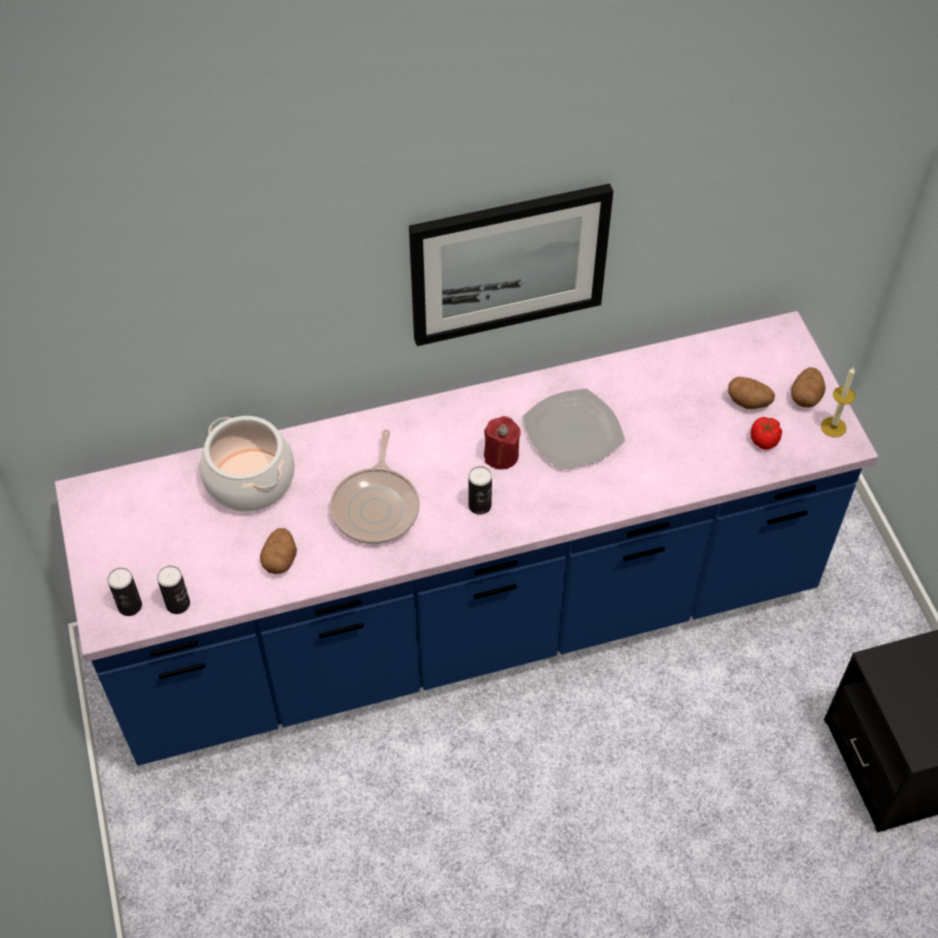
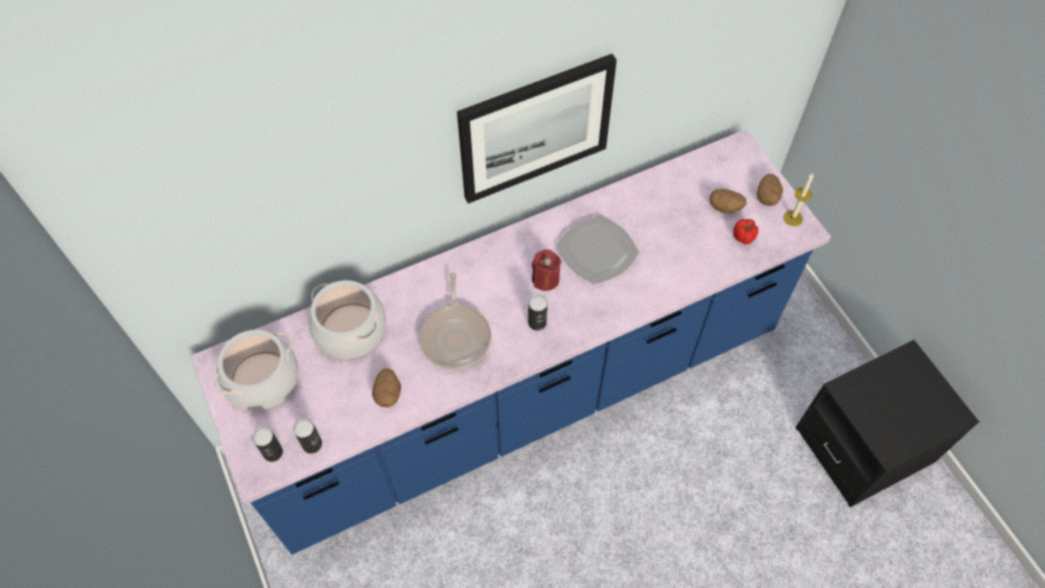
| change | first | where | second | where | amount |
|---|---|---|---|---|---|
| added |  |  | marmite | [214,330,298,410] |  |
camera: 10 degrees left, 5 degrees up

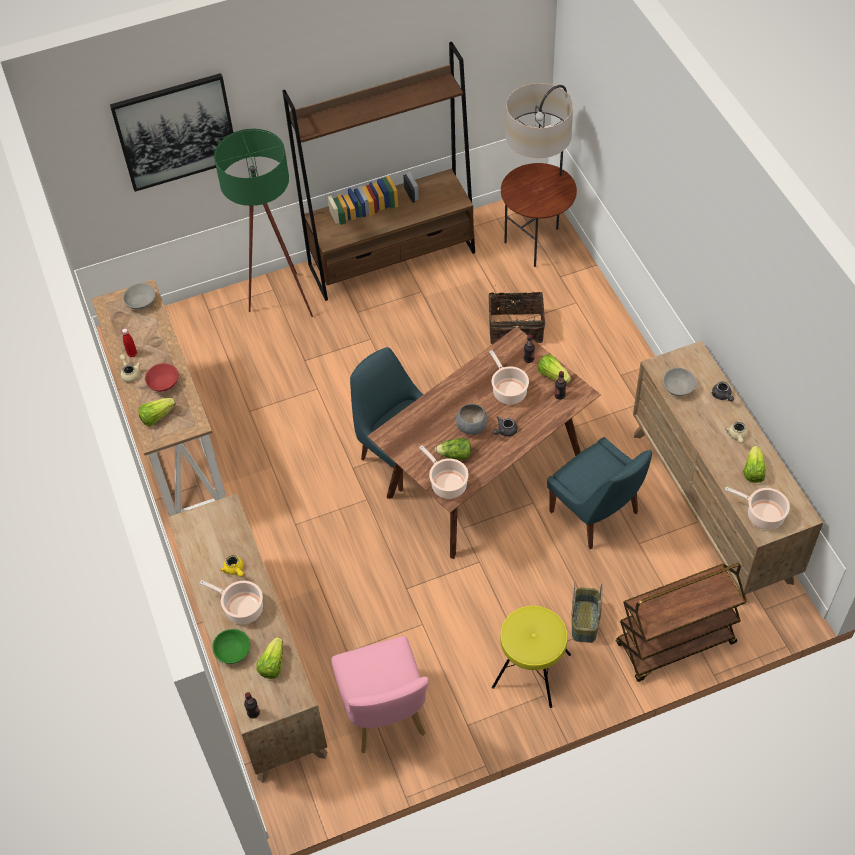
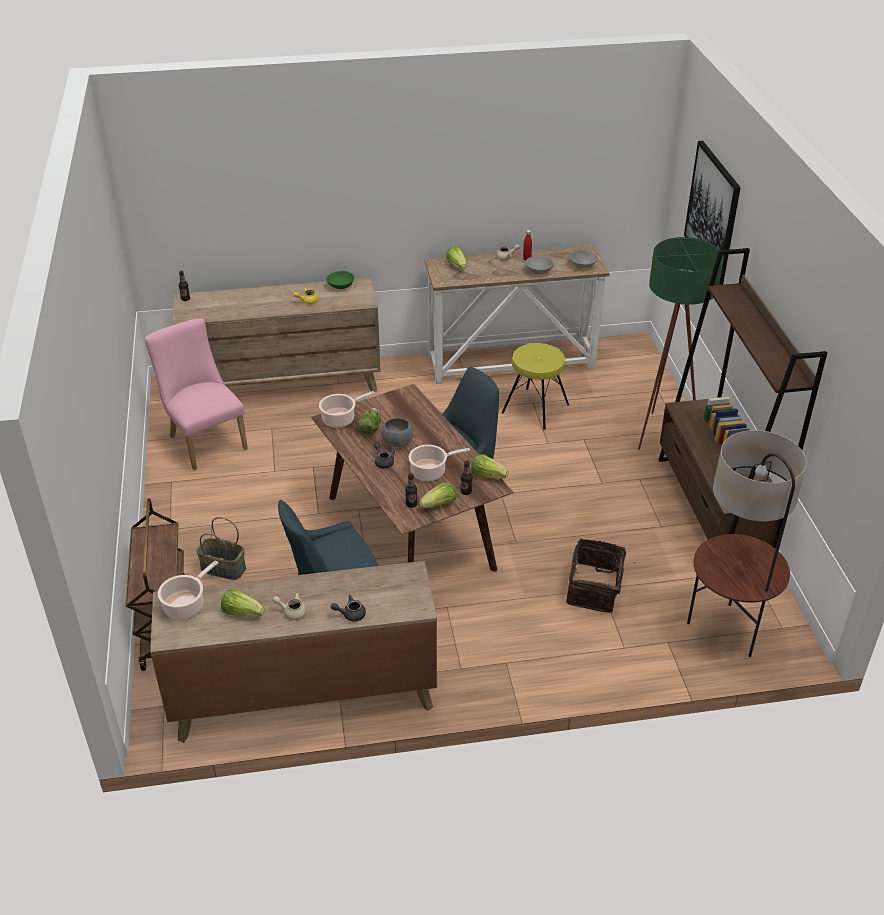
| change | first | where | second | where | amount |
|---|---|---|---|---|---|
| turned | chaise (rose) | [331,636,429,753] |  | [145,318,248,470] | 60 degrees clockwise |
| moved | bol (vert) | [212,629,250,664] |  | [326,271,354,289] |  |
| moved | laitue | [256,637,283,679] |  | [471,454,509,479] |  |
| moved | tabouret (jaune) | [492,606,571,708] |  | [502,343,569,430] |  |
| moved | bol (gris) | [663,368,697,396] |  | [525,256,554,274] |  |
| removed | bol (rouge) | [145,363,179,392] |  |  |  |
| removed | marmite | [200,580,263,624] |  |  |  |
camera: 100 degrees right, 15 degrees down

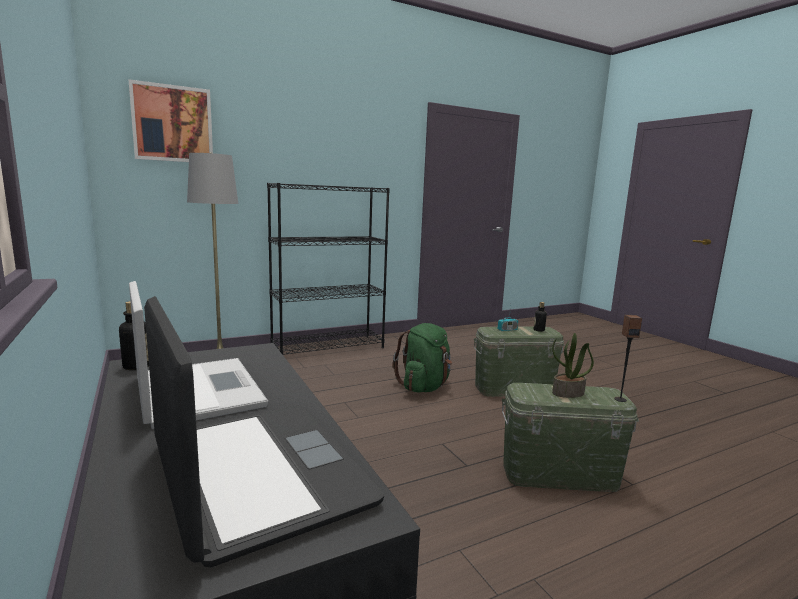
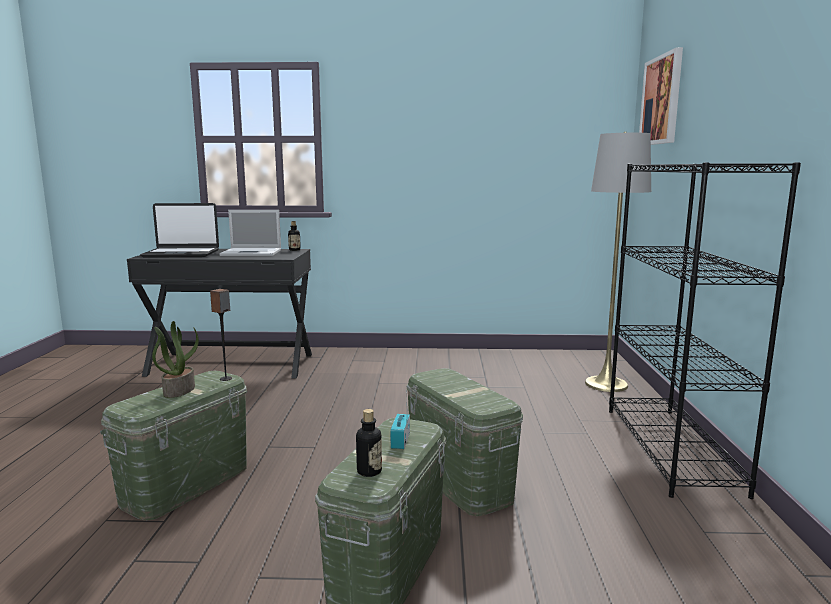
| change | first | where | second | where | amount |
|---|---|---|---|---|---|
| moved | enceinte | [614,315,642,402] |  | [210,289,232,381] |  |
| replaced | sac à dos (vert) | [392,323,453,393] | boîte de rangement (vert) | [407,368,523,517] |  |
camera: 120 degrees right, 0 degrees up

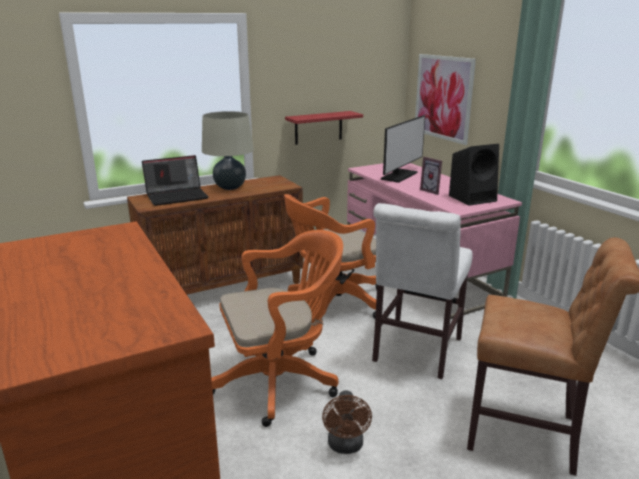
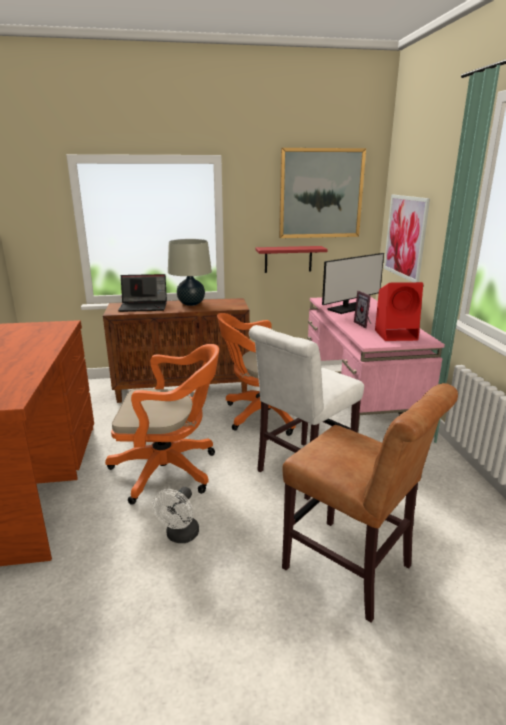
| change | first | where | second | where | amount |
|---|---|---|---|---|---|
| recoloured | ventilateur (marron) | [322,390,372,454] | ventilateur (blanc) | [152,487,199,543] |  |
| added |  |  | tableau | [279,148,366,238] |  |
| recoloured | enceinte (noir) | [449,144,499,206] | enceinte (rouge) | [375,282,423,341] |  |
camera: 20 degrees right, 0 degrees up

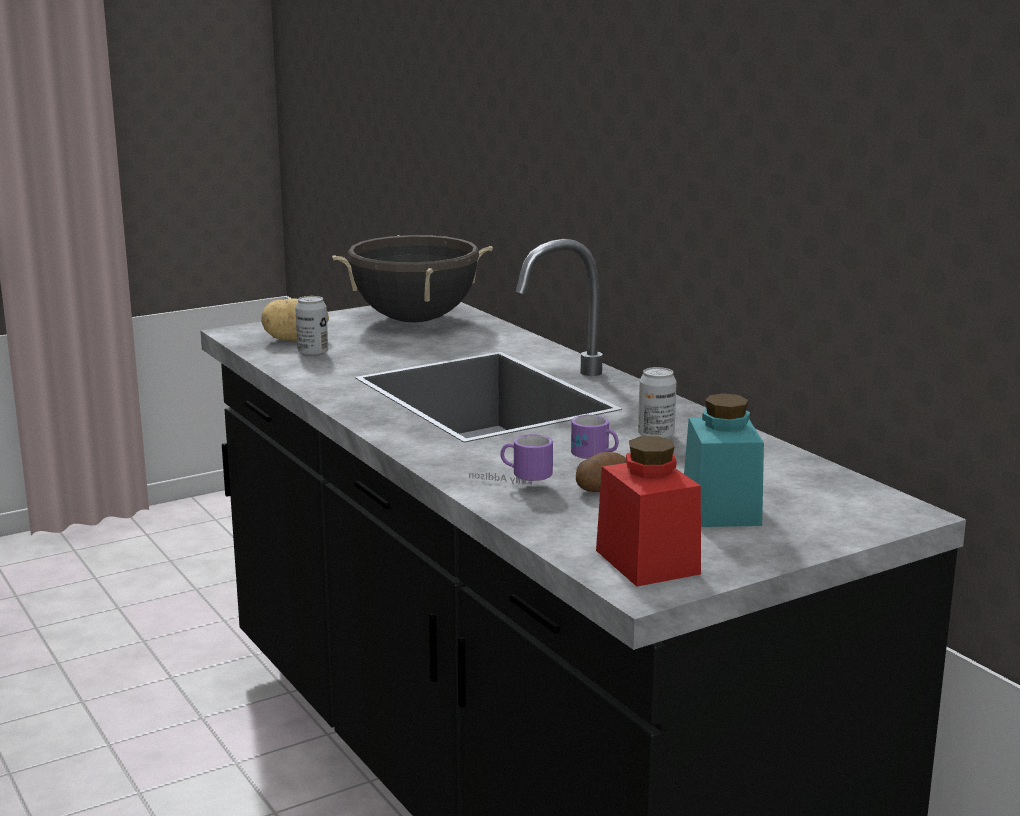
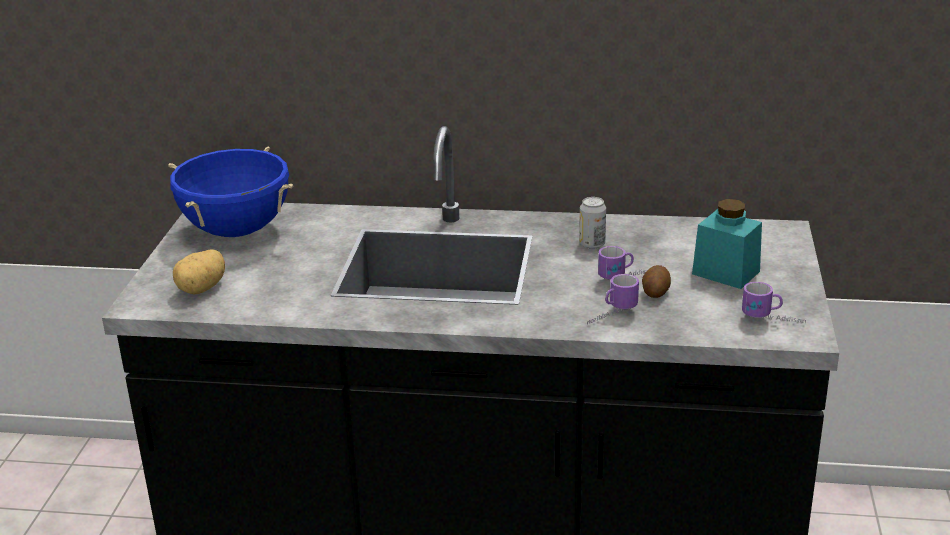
| change | first | where | second | where | amount |
|---|---|---|---|---|---|
| recoloured | marmite (noir) | [332,235,493,322] | marmite (bleu) | [168,147,293,237] |  |
| replaced | bocal (rouge) | [596,436,701,587] | mug | [742,282,806,323] |  |
| removed | boîte métallique | [295,296,328,357] |  |  |  |
camera: 50 degrees left, 10 degrees up

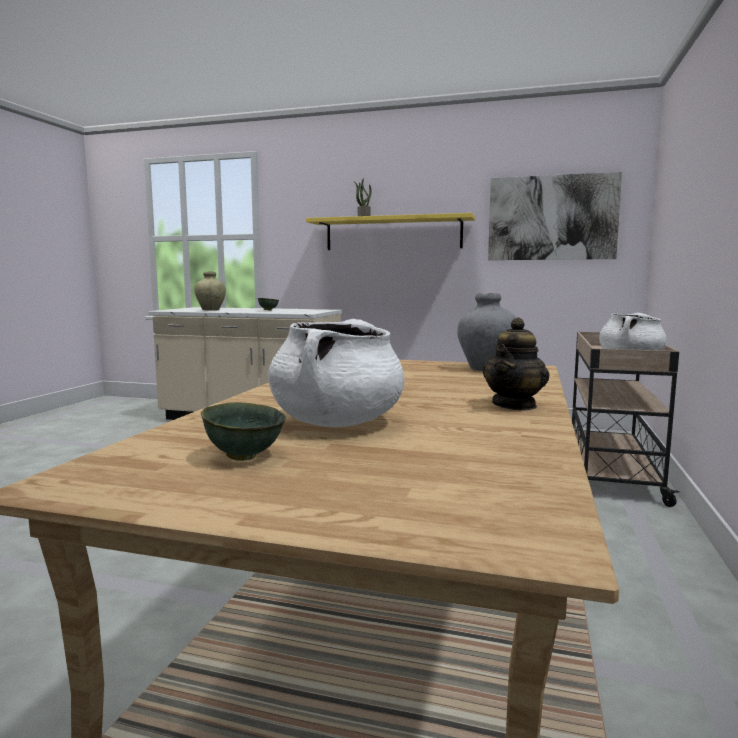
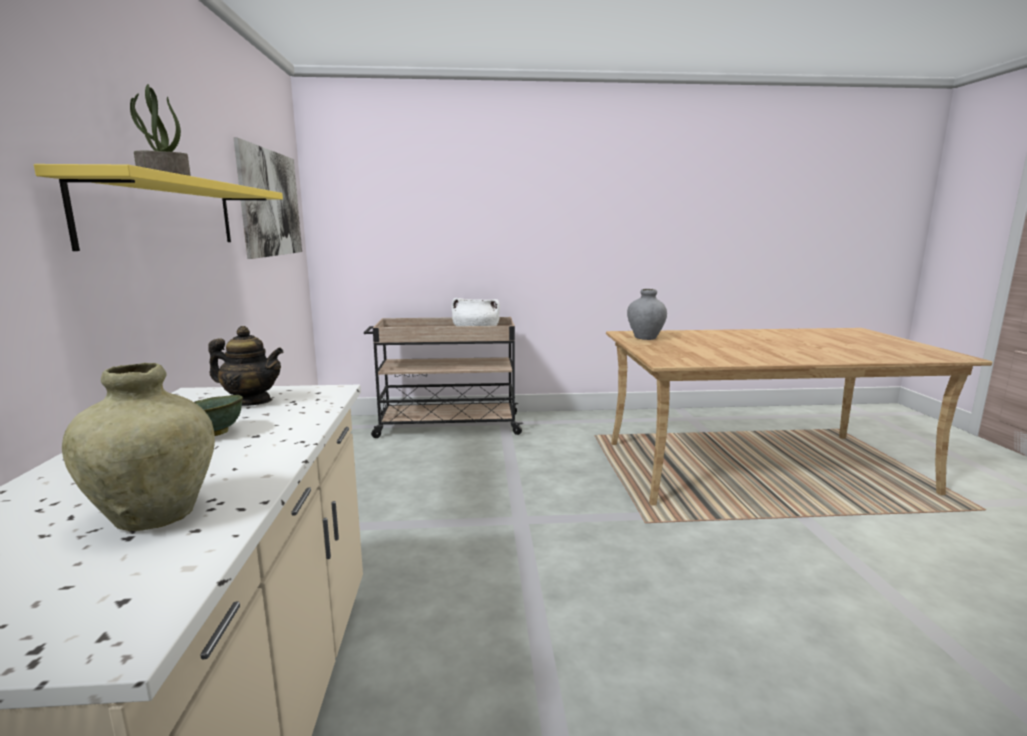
| change | first | where | second | where | amount |
|---|---|---|---|---|---|
| moved | théière | [483,318,549,411] |  | [208,326,283,406] |  |
| removed | bol (vert) | [201,402,286,461] |  |  |  |
| removed | marmite (blanc) | [268,319,404,427] |  |  |  |
camera: 110 degrees left, 5 degrees up

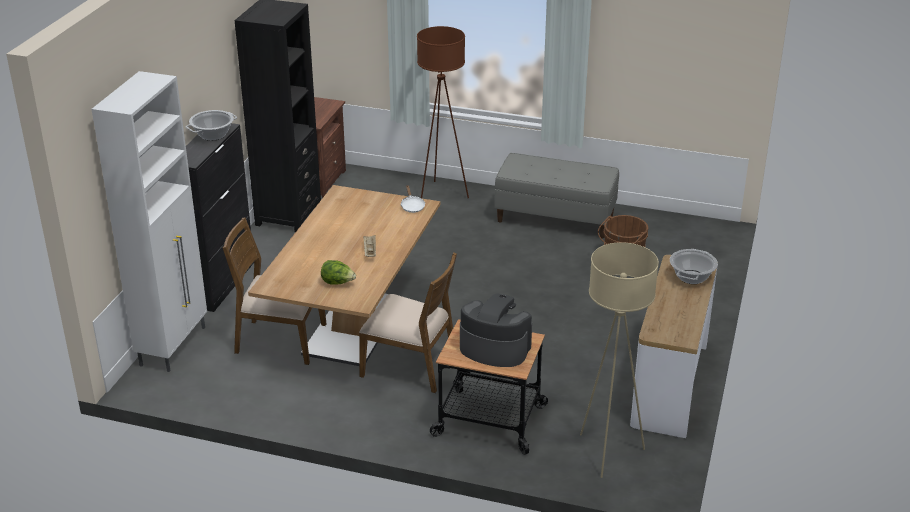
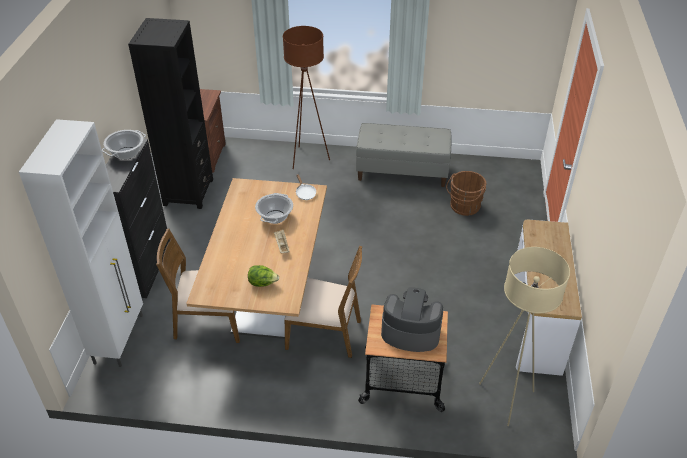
| change | first | where | second | where | amount |
|---|---|---|---|---|---|
| moved | marmite | [670,249,718,284] |  | [255,193,293,224] |  |
camera: 10 degrees left, 10 degrees up

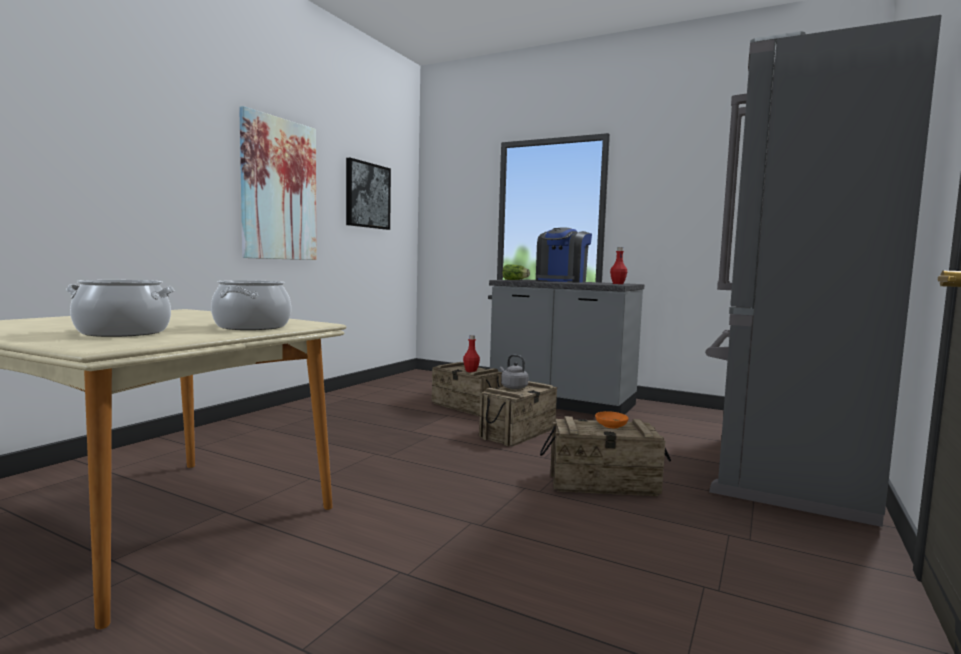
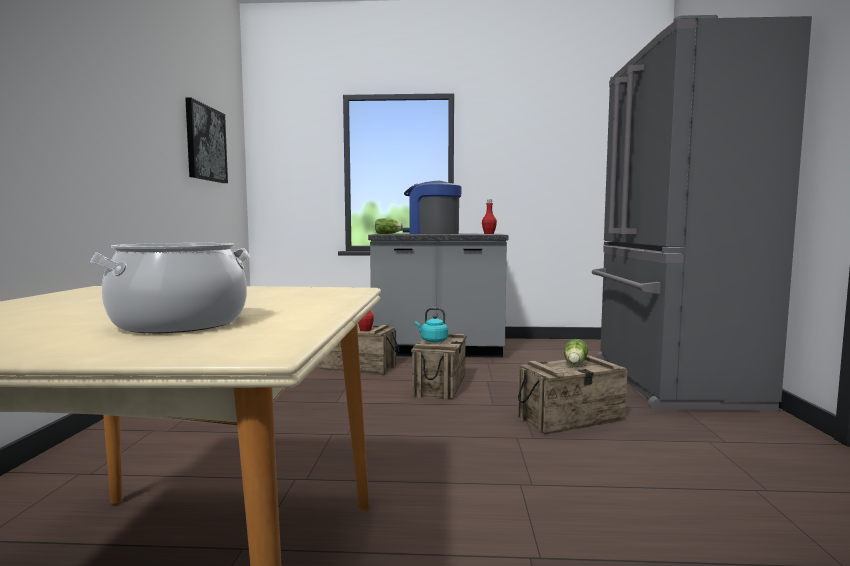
| change | first | where | second | where | amount |
|---|---|---|---|---|---|
| turned | machine à café | [536,228,592,283] |  | [401,181,462,234] | 120 degrees clockwise |
| recoloured | bouilloire (gris) | [500,355,528,389] | bouilloire (turquoise) | [415,308,448,343] |  |
| replaced | bol (orange) | [595,411,629,428] | laitue | [564,339,588,365] |  |
| removed | marmite | [211,280,291,330] |  |  |  |
| removed | tableau | [239,106,316,260] |  |  |  |
camera: 25 degrees left, 0 degrees up

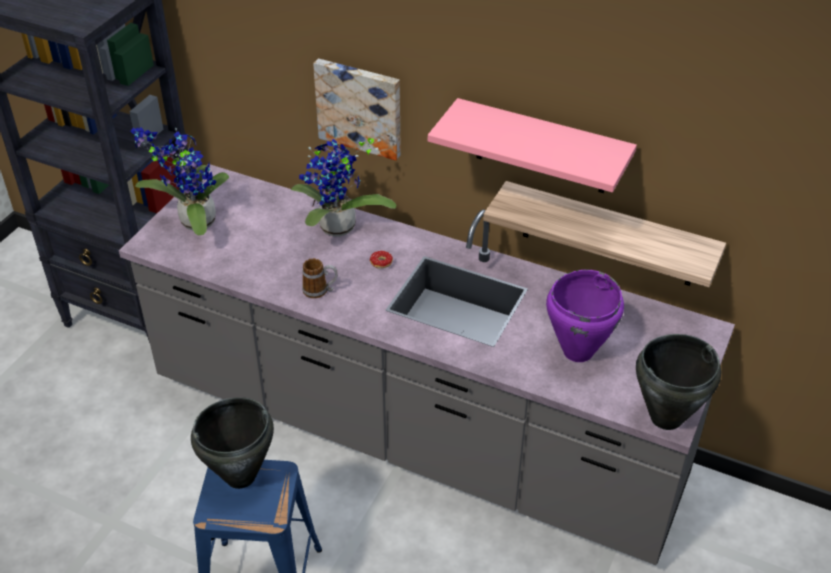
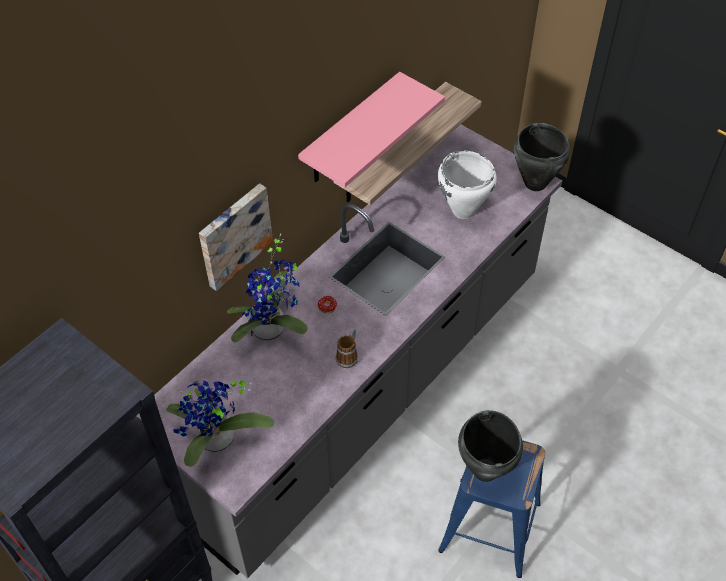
| change | first | where | second | where | amount |
|---|---|---|---|---|---|
| recoloured | marmite (violet) | [546,269,624,362] | marmite (blanc) | [438,151,497,219] |  |
camera: 75 degrees left, 10 degrees up

